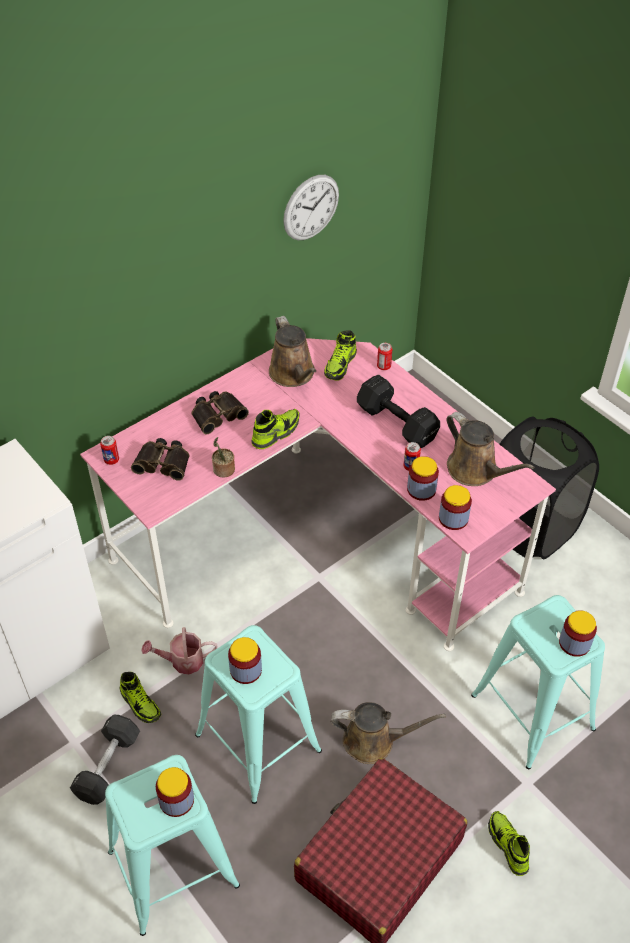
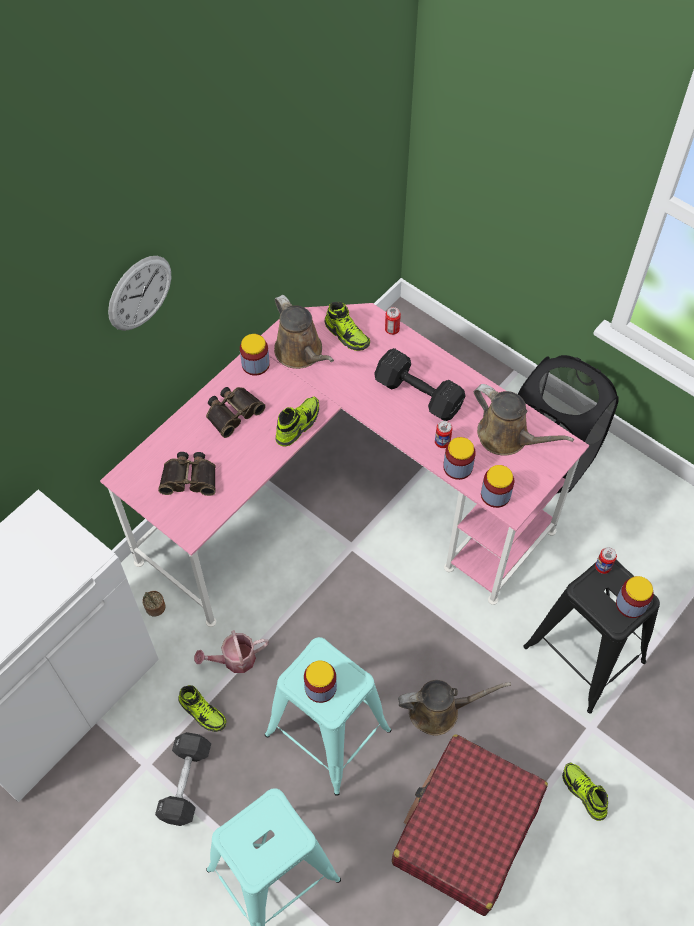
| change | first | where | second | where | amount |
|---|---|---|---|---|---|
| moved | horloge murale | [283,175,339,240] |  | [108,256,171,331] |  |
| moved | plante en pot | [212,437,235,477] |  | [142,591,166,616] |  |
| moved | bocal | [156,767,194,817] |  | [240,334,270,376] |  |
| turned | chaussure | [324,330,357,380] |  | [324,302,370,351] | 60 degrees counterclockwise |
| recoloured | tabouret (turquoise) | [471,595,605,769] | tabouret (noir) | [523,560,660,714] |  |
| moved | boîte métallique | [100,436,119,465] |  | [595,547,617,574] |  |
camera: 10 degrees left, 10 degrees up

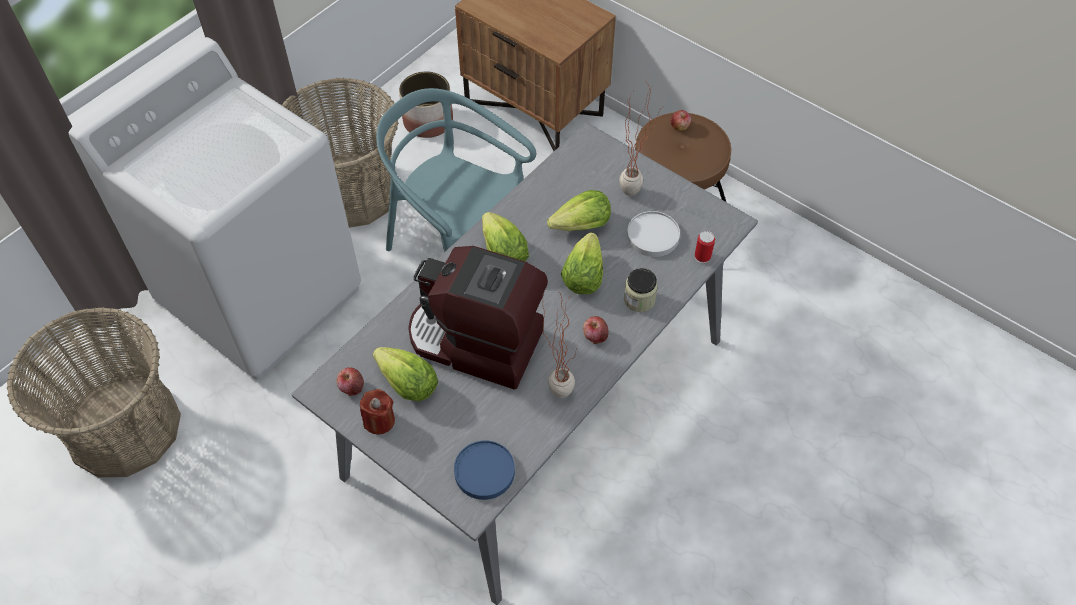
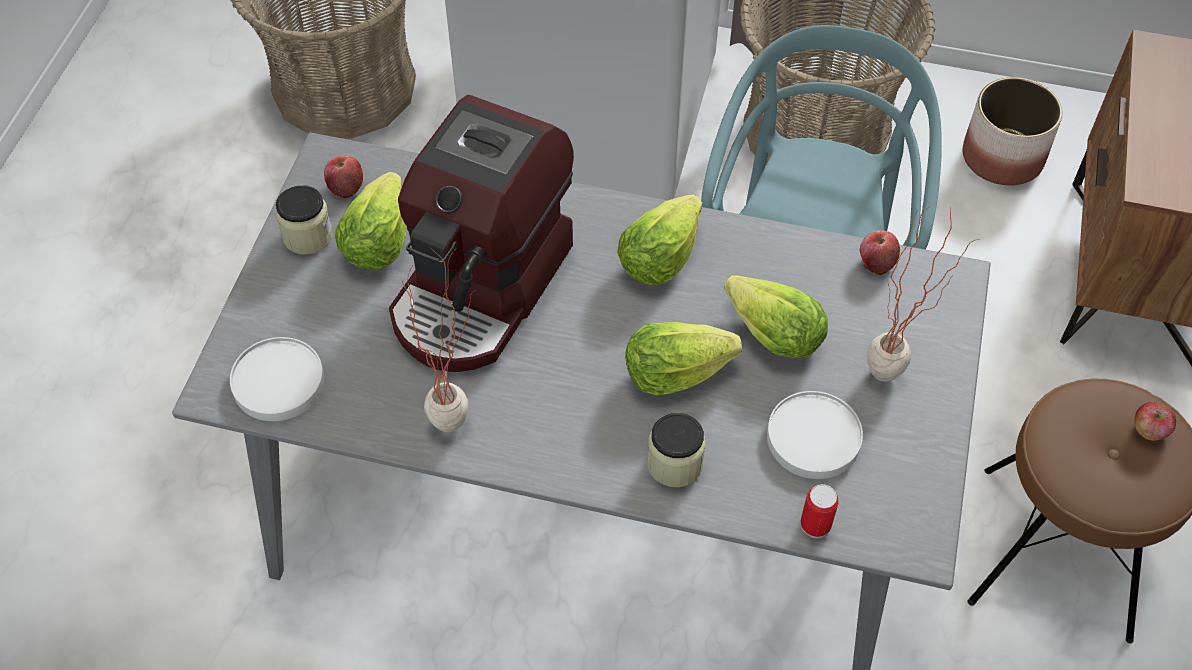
| change | first | where | second | where | amount |
|---|---|---|---|---|---|
| recoloured | assiette (bleu) | [454,440,515,500] | assiette (blanc) | [230,337,324,421] |  |
| replaced | bougie (rouge) | [360,389,395,434] | bocal | [276,185,333,255] |  |
| turned | machine à café | [408,246,548,390] |  | [389,95,574,372] | 150 degrees counterclockwise |
| moved | pomme | [583,316,609,344] |  | [860,230,900,275] |  |
camera: 65 degrees right, 0 degrees up

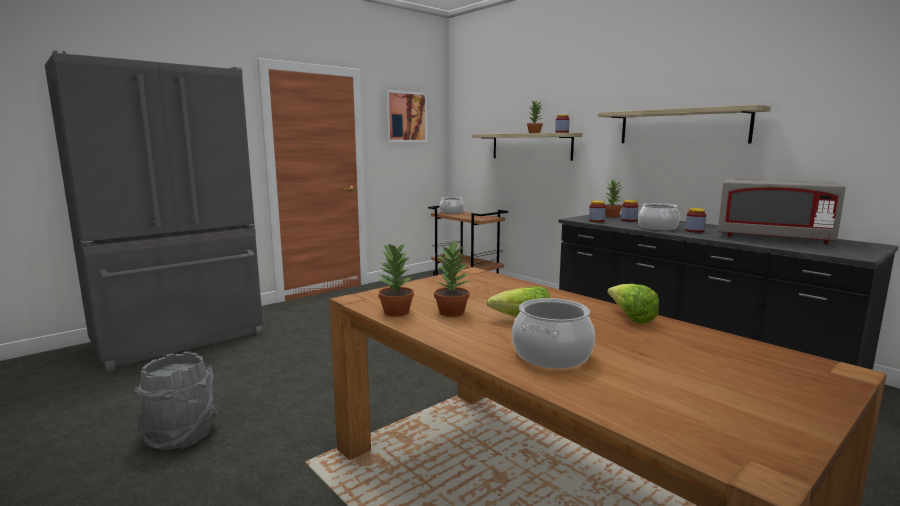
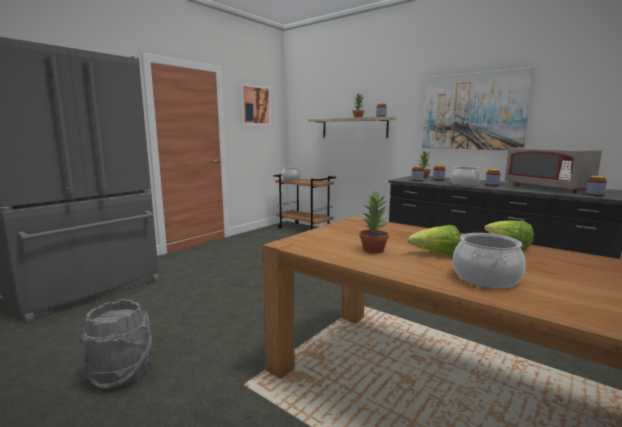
| change | first | where | second | where | amount |
|---|---|---|---|---|---|
| replaced | étagère | [598,105,771,144] | tableau | [422,67,534,150] |  |
| turned | micro-ondes (gris) | [718,179,846,244] |  | [505,147,602,193] | 45 degrees clockwise |
| added |  |  | bocal | [586,176,607,196] |  |
| removed | plante en pot | [378,243,414,316] |  |  |  |
camera: 10 degrees left, 0 degrees up

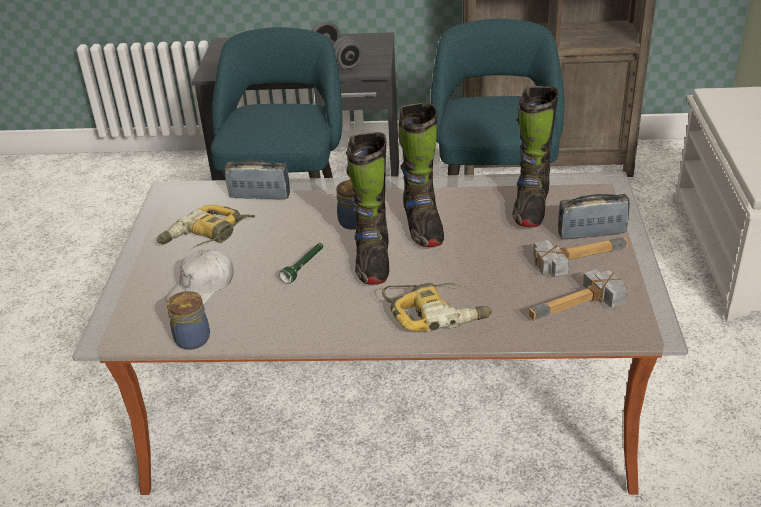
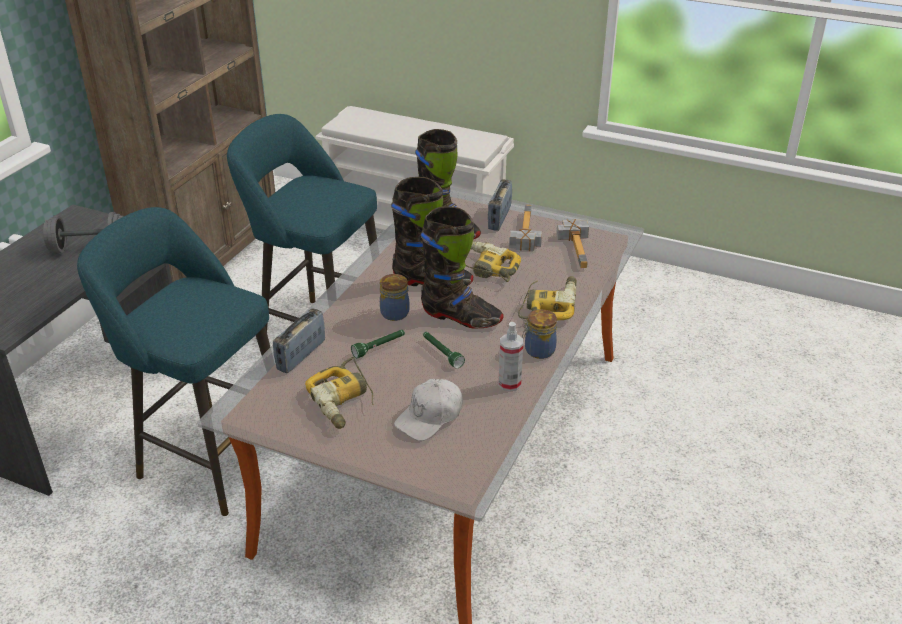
| change | first | where | second | where | amount |
|---|---|---|---|---|---|
| added |  |  | lampe de poche (vert) | [351,330,405,359] |  |
| turned | casquette (blanc) | [165,249,234,305] |  | [394,379,463,441] | 75 degrees clockwise |
| added |  |  | perceuse | [466,241,521,282] |  |
| added |  |  | vaporisateur | [499,322,523,392] |  |
| moved | bocal | [167,291,210,350] |  | [522,309,557,359] |  |
camera: 70 degrees left, 0 degrees up

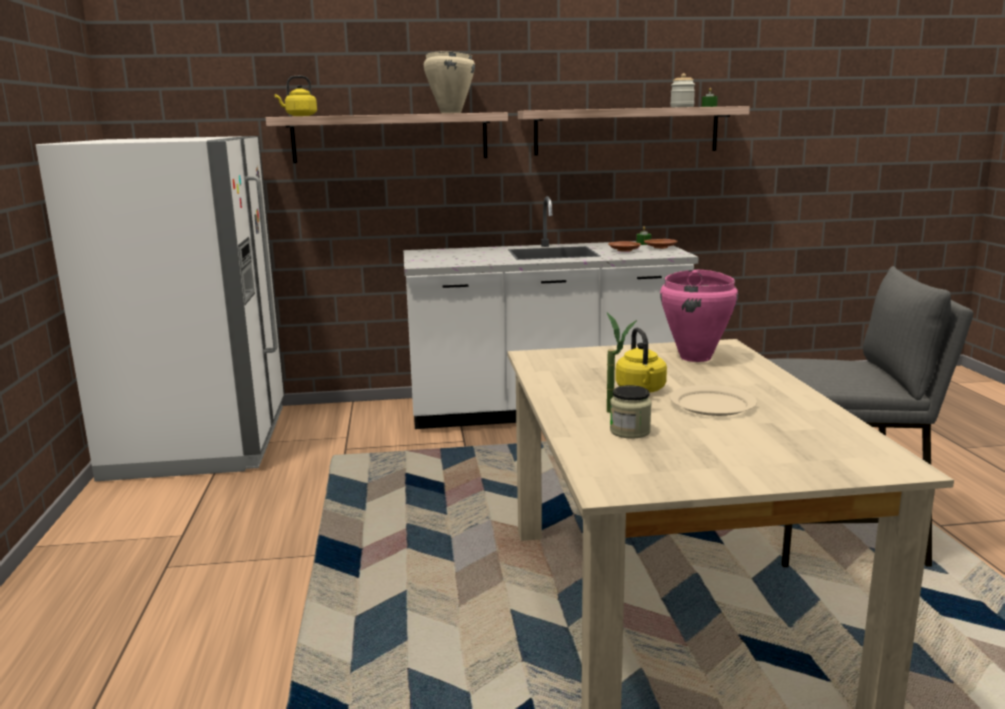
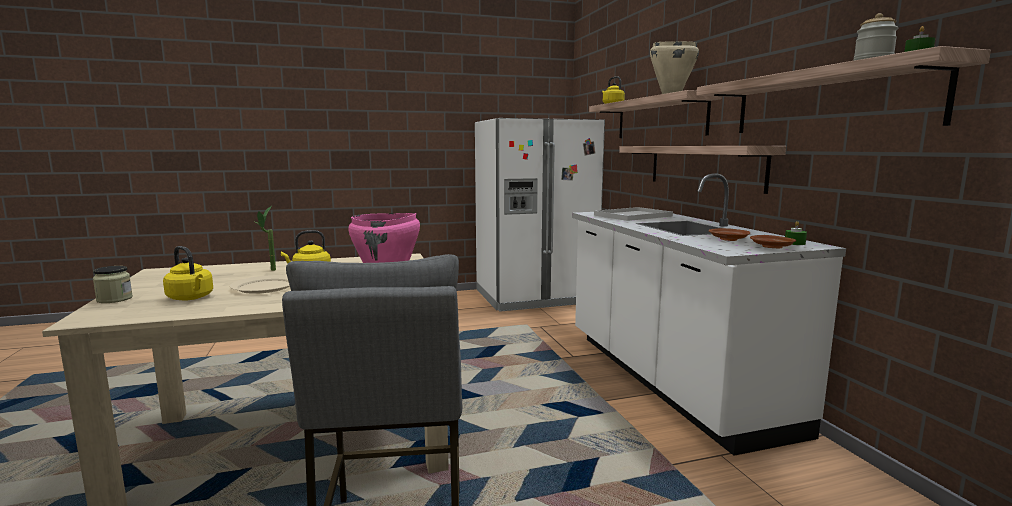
| change | first | where | second | where | amount |
|---|---|---|---|---|---|
| moved | bocal | [610,385,652,439] |  | [93,266,133,303] |  |
| added |  |  | bouilloire (jaune) | [163,246,213,300] |  |
| added |  |  | plateau (blanc) | [594,207,673,221] |  |
| added |  |  | étagère | [619,146,786,194] |  |
camera: 80 degrees right, 5 degrees down

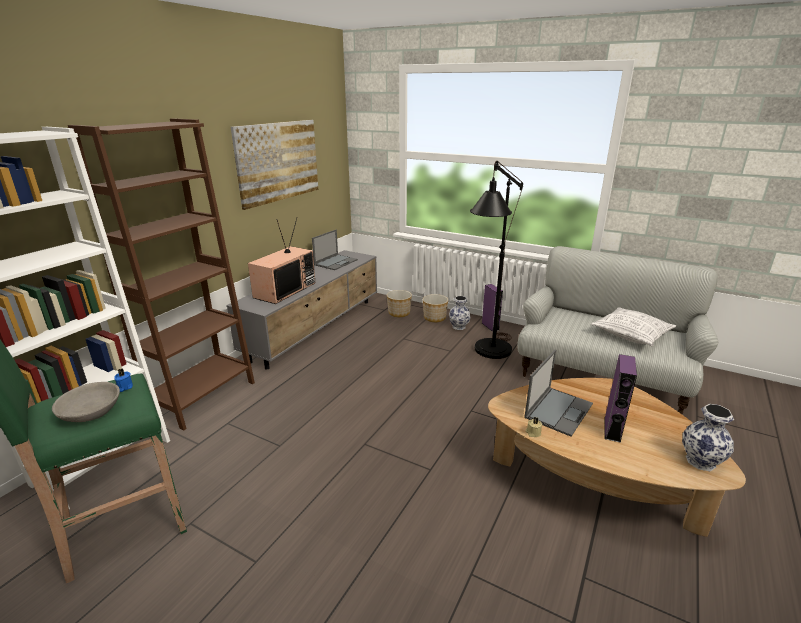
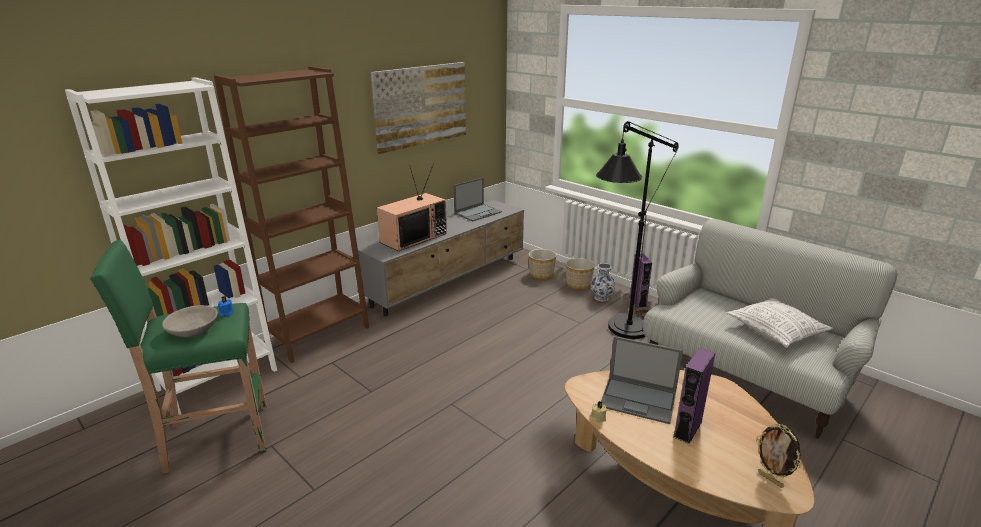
| change | first | where | second | where | amount |
|---|---|---|---|---|---|
| turned | ordinateur portable | [524,350,593,437] |  | [601,336,683,424] | 60 degrees clockwise |
| replaced | vase | [682,404,734,471] | cadre photo | [756,424,802,488] |  |
camera: 15 degrees right, 0 degrees up

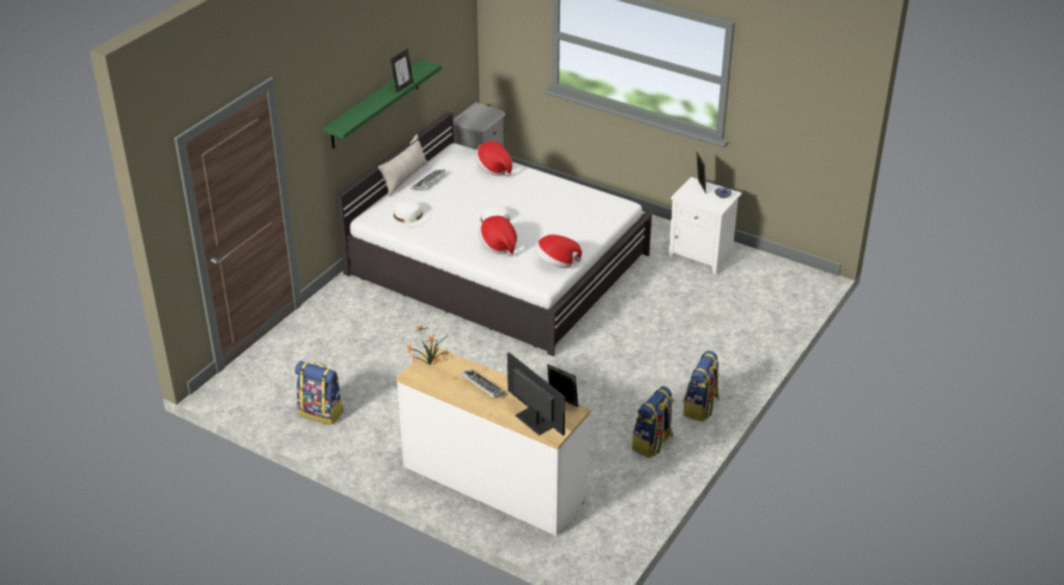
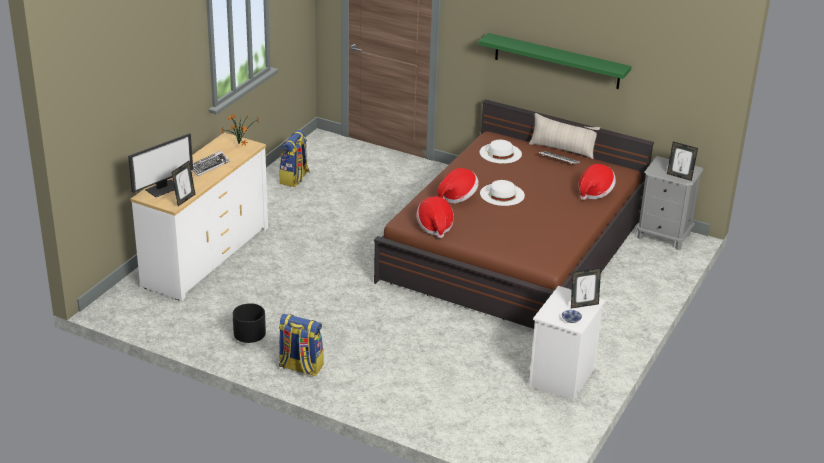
| change | first | where | second | where | amount |
|---|---|---|---|---|---|
| replaced | sac à dos | [632,386,674,458] | cache-pot (noir) | [233,303,266,343] |  |
| recoloured | lit (blanc) | [335,111,652,357] | lit (marron) | [374,99,654,329] |  |
| moved | cadre photo | [391,49,413,93] |  | [667,142,698,181] |  |
camera: 85 degrees right, 5 degrees down

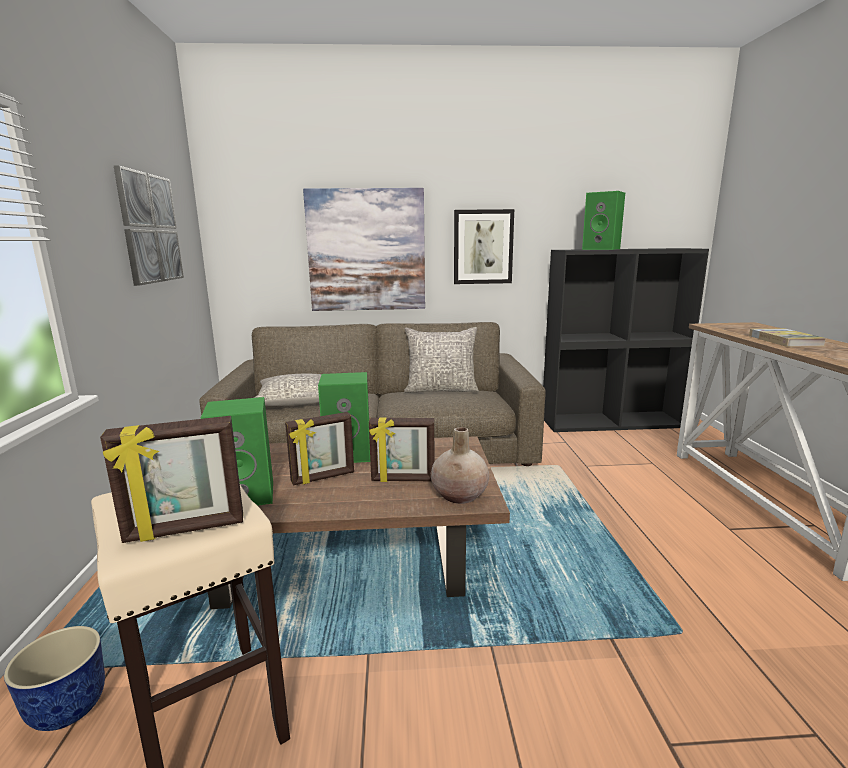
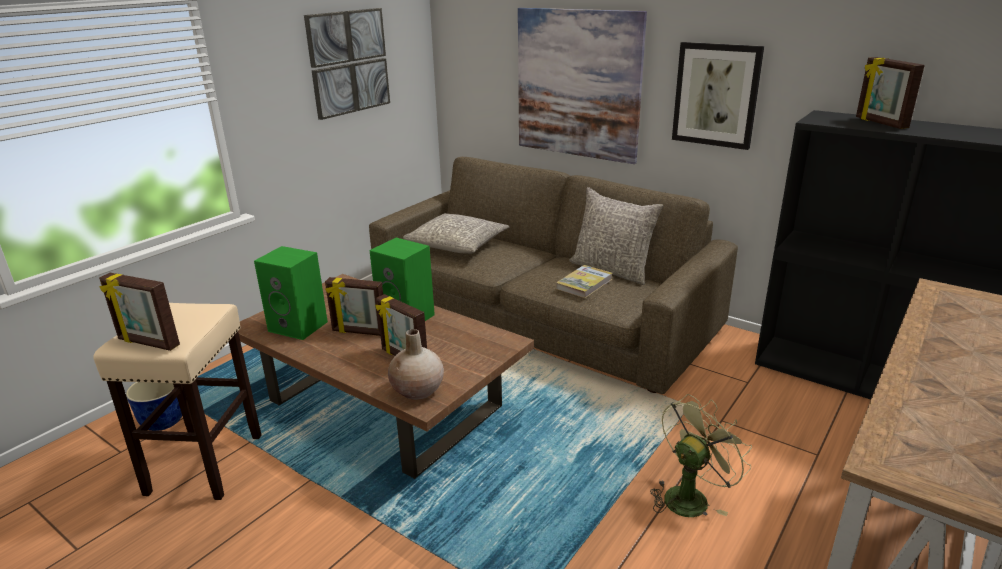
| change | first | where | second | where | amount |
|---|---|---|---|---|---|
| moved | livre | [749,328,827,347] |  | [556,265,612,298] |  |
| added |  |  | ventilateur (vert) | [650,394,752,517] |  |
| replaced | enceinte (vert) | [582,191,625,250] | cadre photo | [856,57,925,129] |  |
camera: 40 degrees right, 10 degrees up

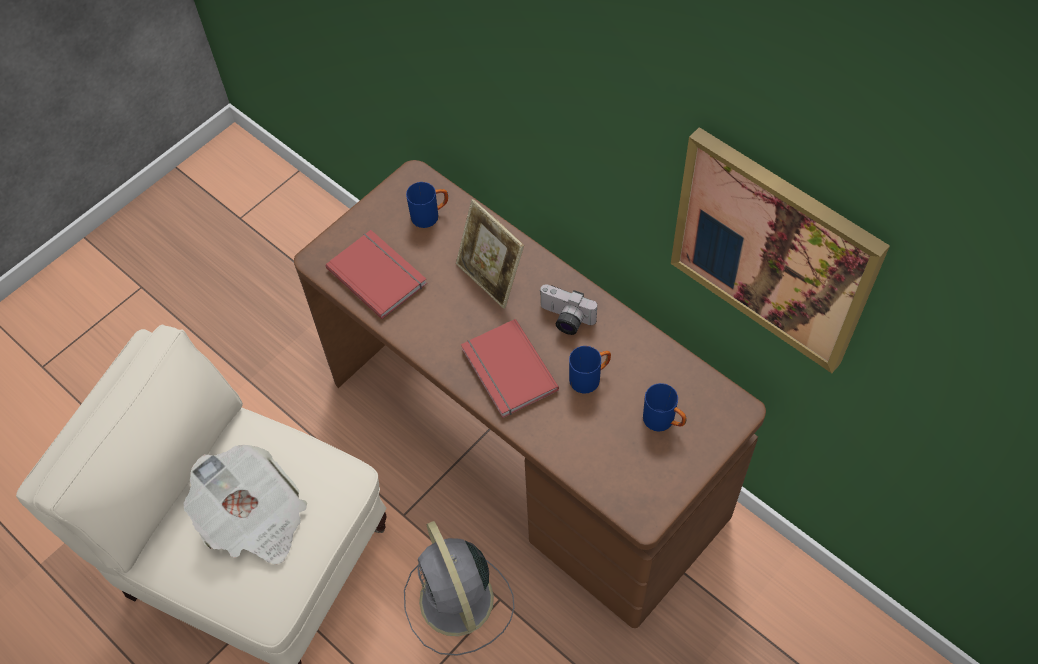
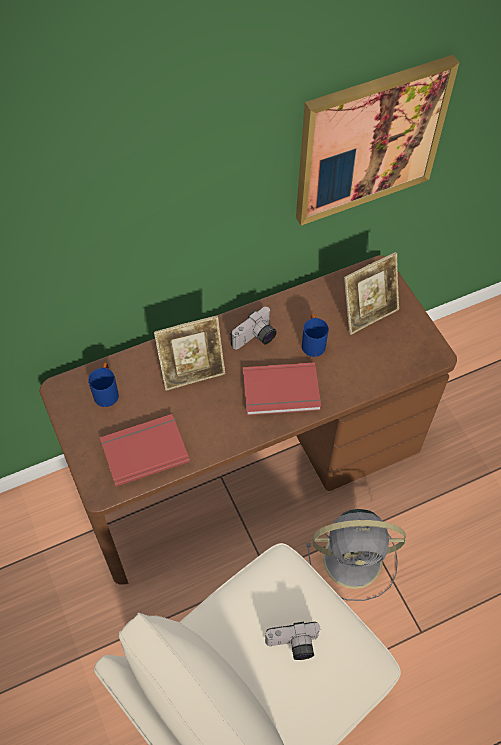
| change | first | where | second | where | amount |
|---|---|---|---|---|---|
| replaced | journal | [183,445,307,565] | appareil photo | [265,622,322,660] |  |
| replaced | mug (bleu) | [643,383,687,432] | cadre photo | [344,252,399,335] |  |
camera: 70 degrees left, 0 degrees up

